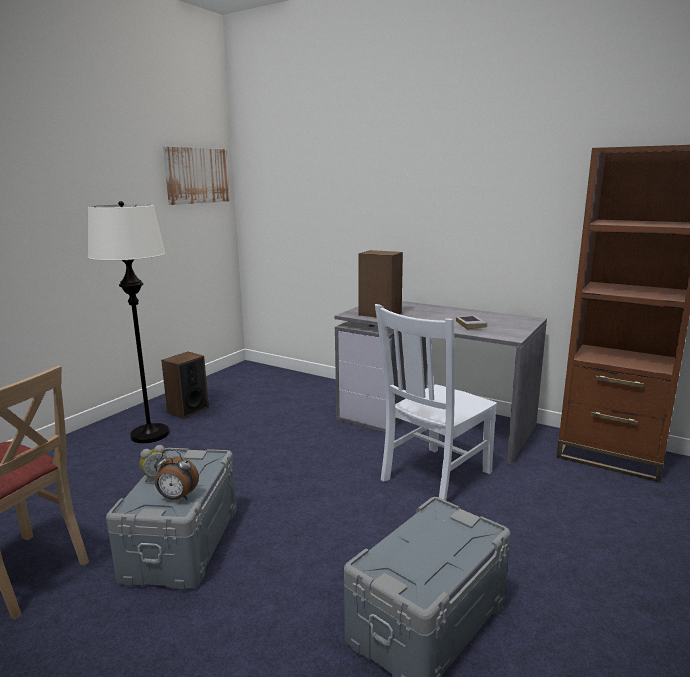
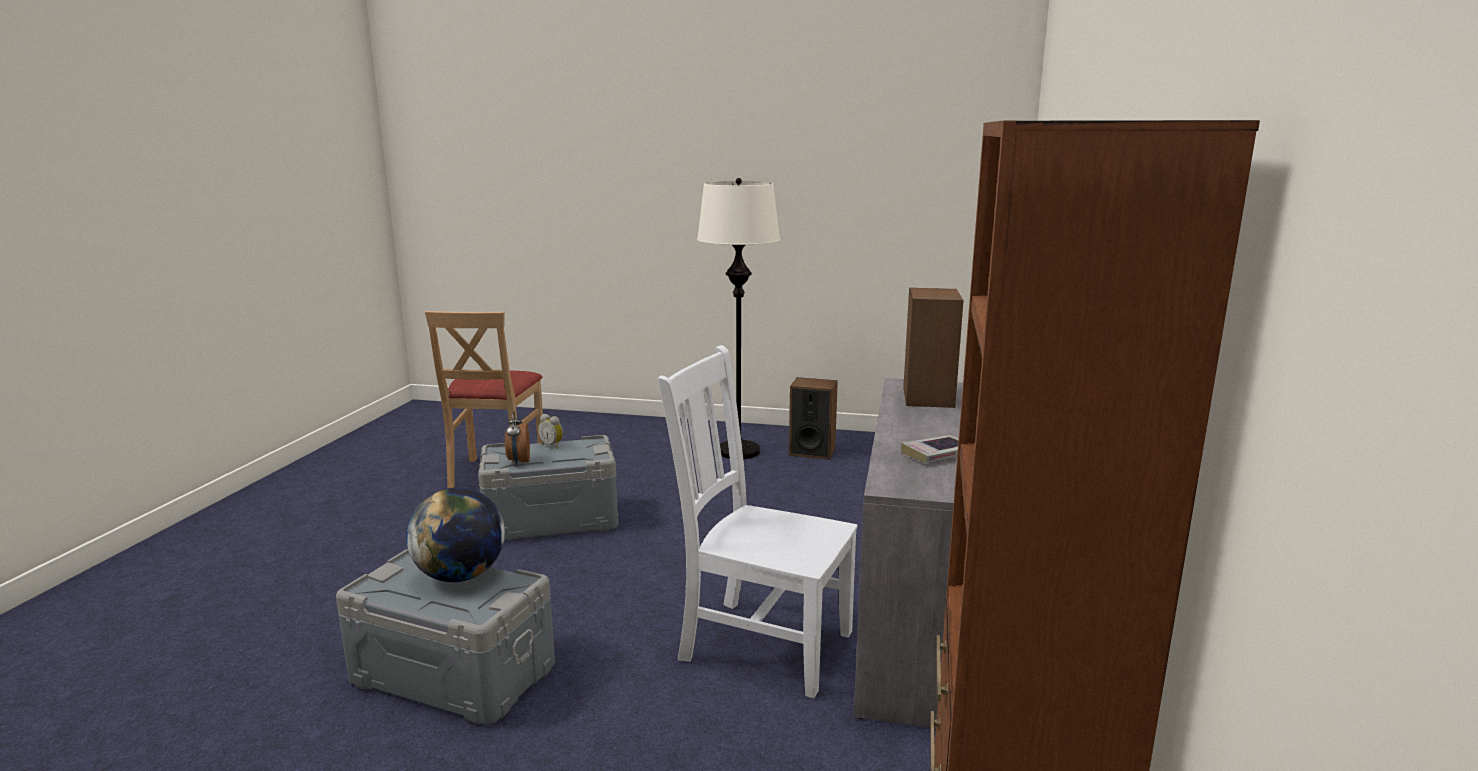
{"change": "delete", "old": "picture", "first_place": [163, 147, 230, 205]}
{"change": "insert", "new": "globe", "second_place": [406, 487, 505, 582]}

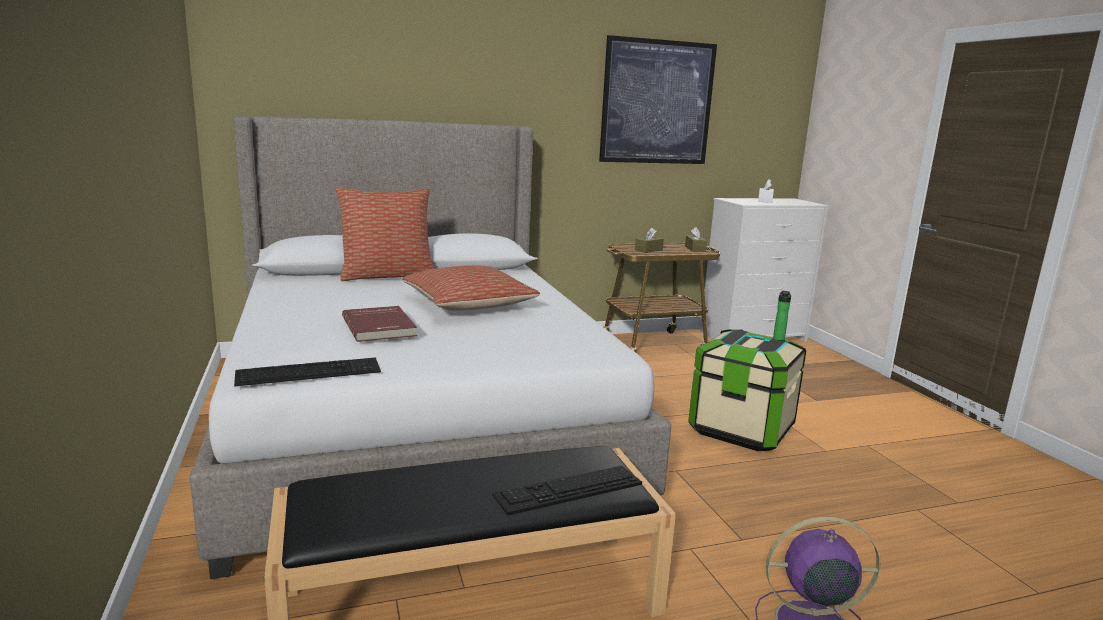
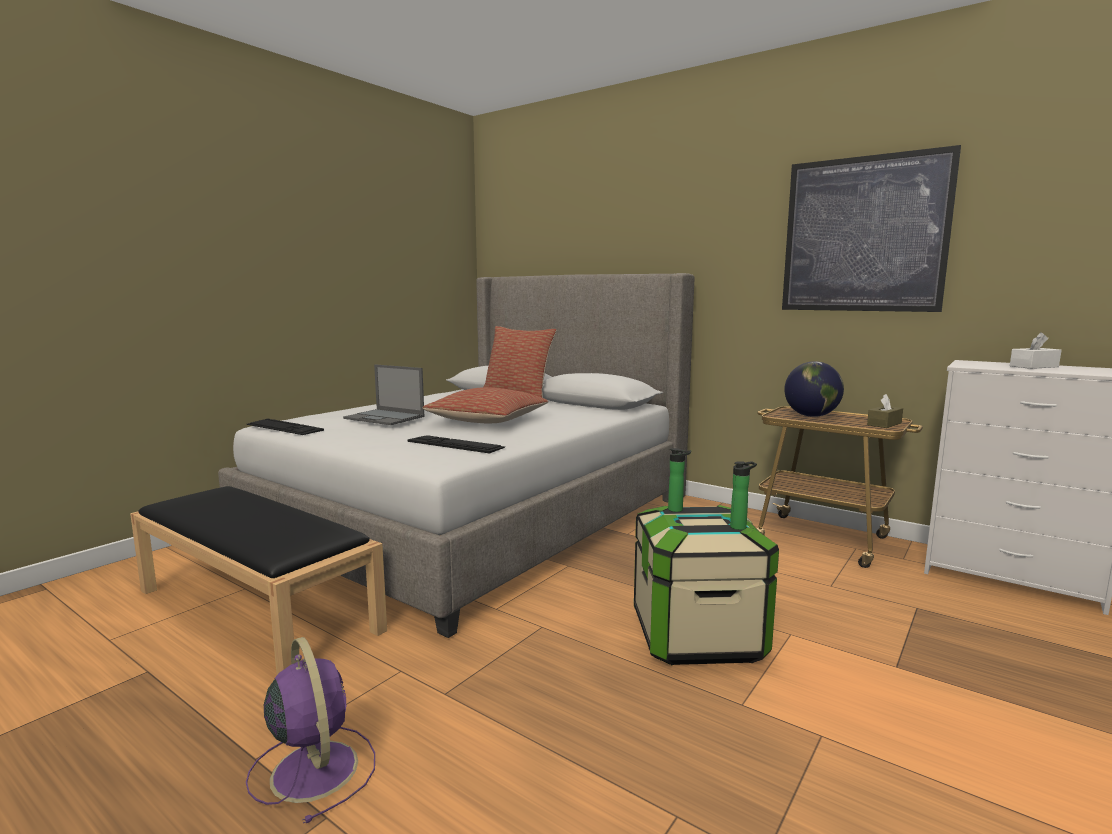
{"change": "replace", "old": "book (red)", "new": "laptop", "first_place": [342, 306, 417, 342], "second_place": [343, 364, 425, 425]}
{"change": "move", "old": "keyboard", "first_place": [492, 466, 642, 516], "second_place": [407, 435, 505, 453]}
{"change": "replace", "old": "tissue box (brown)", "new": "globe", "first_place": [635, 228, 664, 253], "second_place": [784, 361, 844, 417]}
{"change": "insert", "new": "bottle", "second_place": [668, 448, 691, 512]}

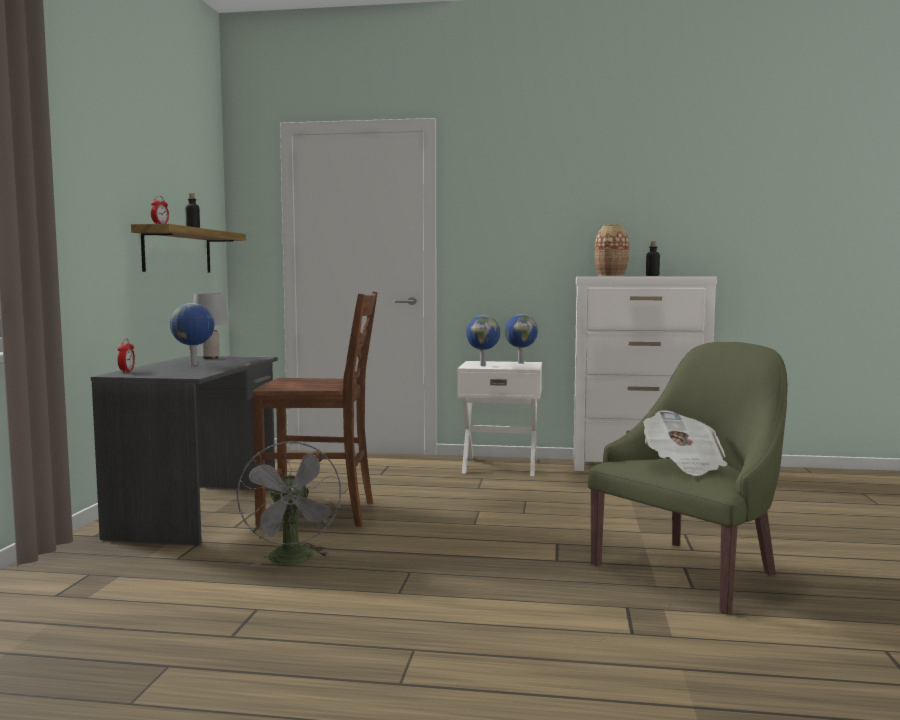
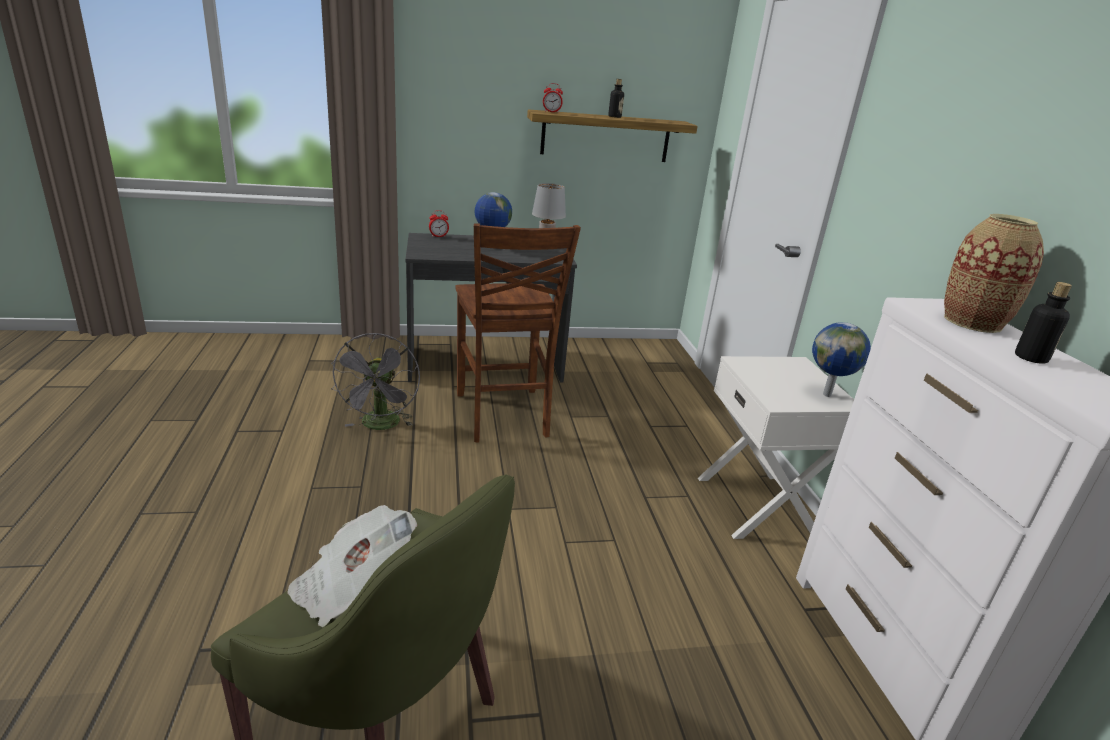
{"change": "rotate", "old": "fan (grey)", "first_place": [237, 441, 341, 566], "second_place": [331, 333, 420, 430], "degrees": -60}
{"change": "delete", "old": "globe", "first_place": [466, 315, 500, 366]}

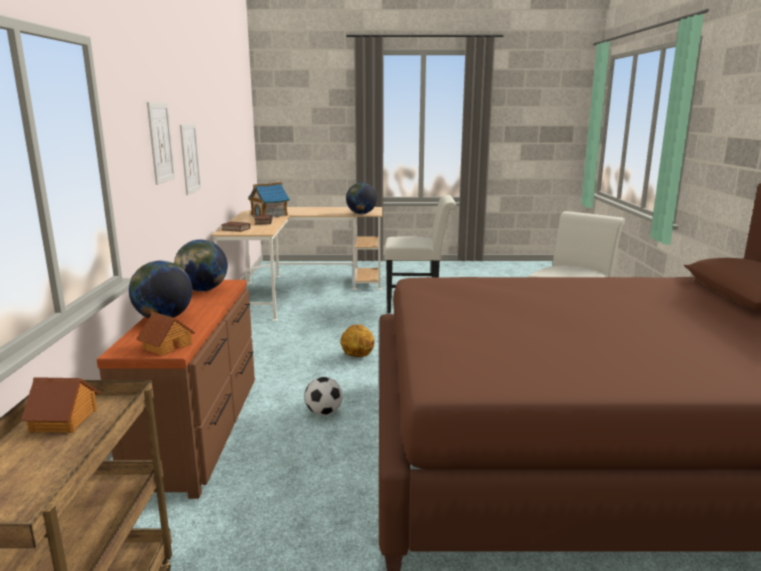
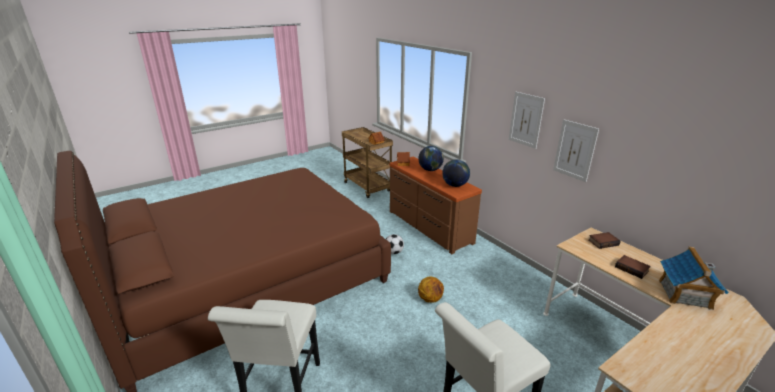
{"change": "delete", "old": "globe", "first_place": [346, 182, 377, 214]}

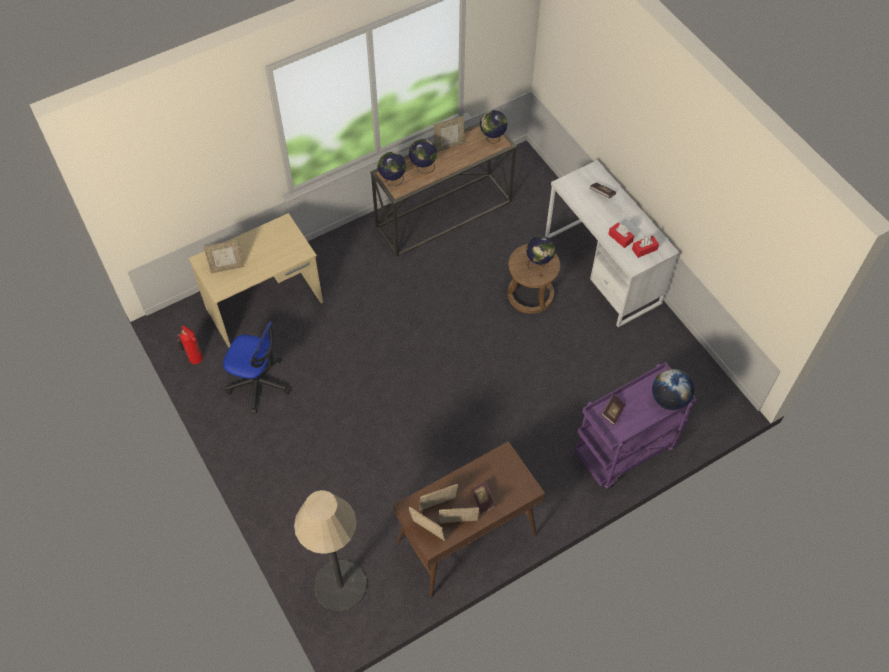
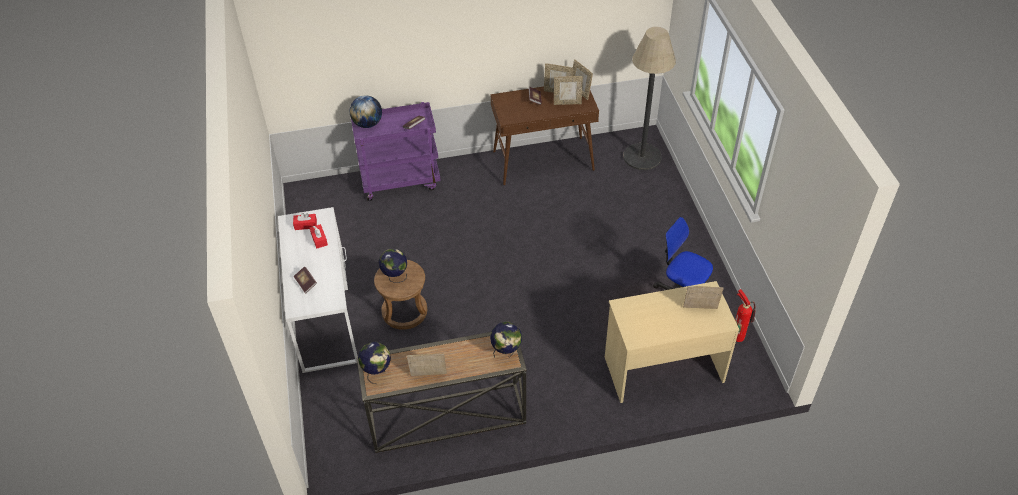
{"change": "delete", "old": "globe", "first_place": [409, 139, 437, 173]}

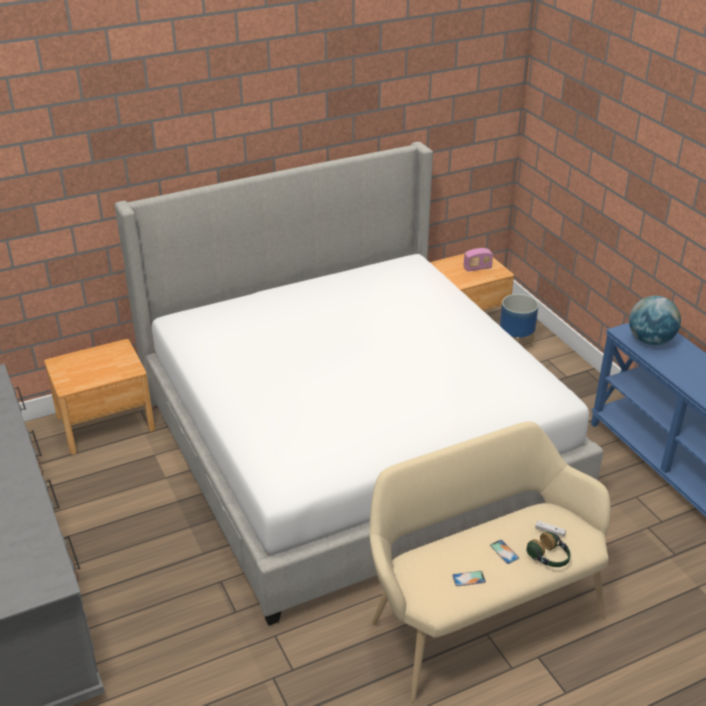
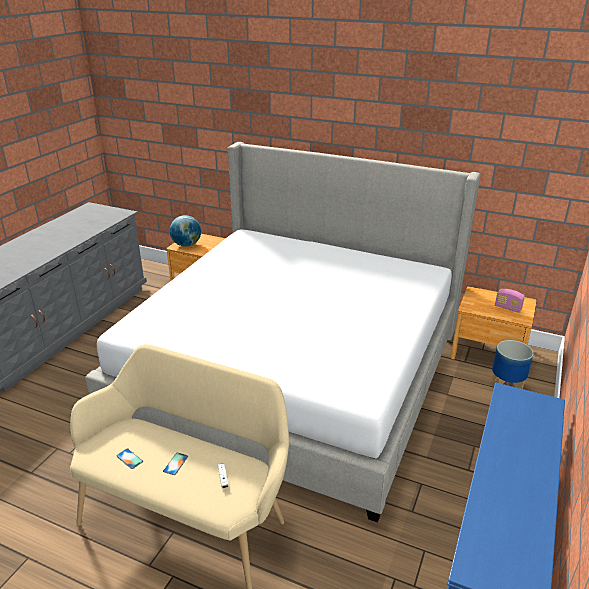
{"change": "delete", "old": "headphones", "first_place": [526, 531, 571, 567]}
{"change": "move", "old": "globe", "first_place": [629, 296, 681, 345], "second_place": [170, 215, 201, 247]}

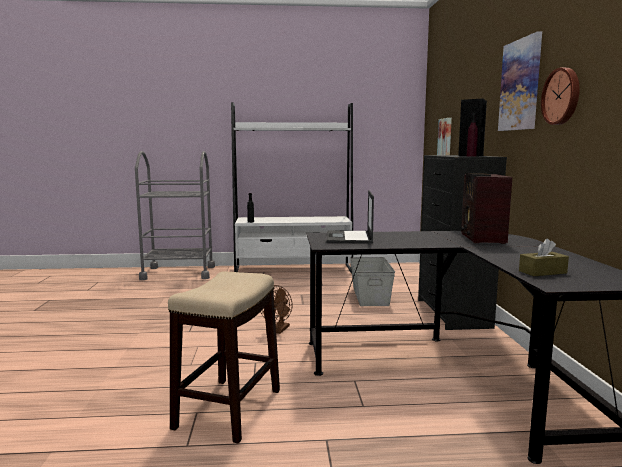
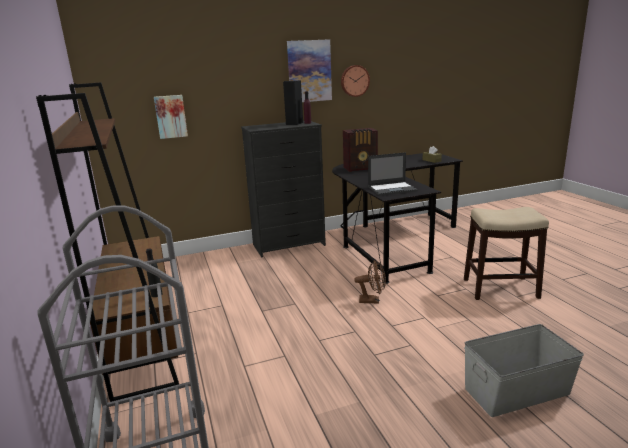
{"change": "recolor", "old": "bookcase (white)", "new": "bookcase (brown)", "first_place": [231, 102, 353, 274], "second_place": [36, 82, 179, 402]}
{"change": "move", "old": "storage box (grey)", "first_place": [350, 257, 395, 306], "second_place": [464, 324, 584, 417]}

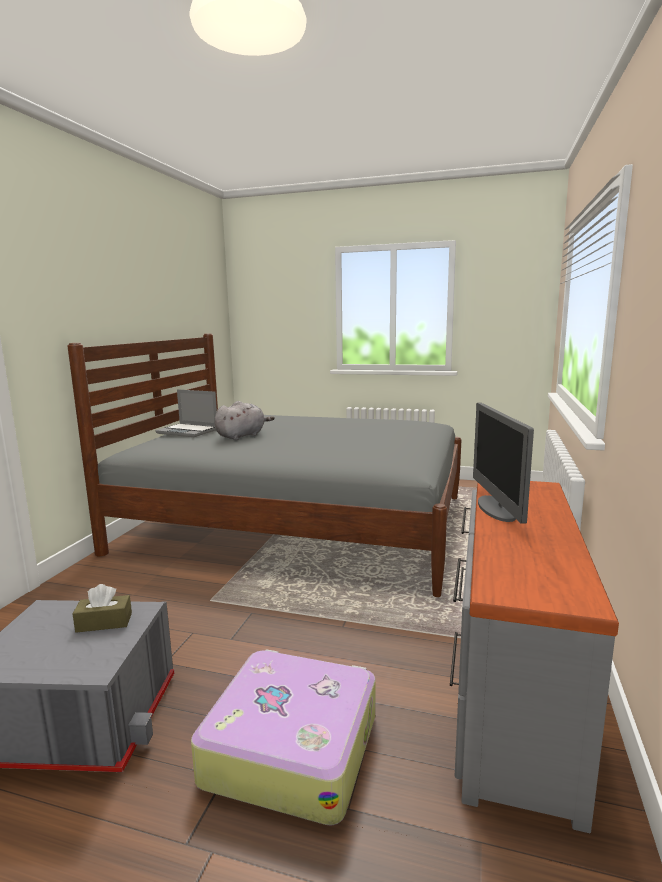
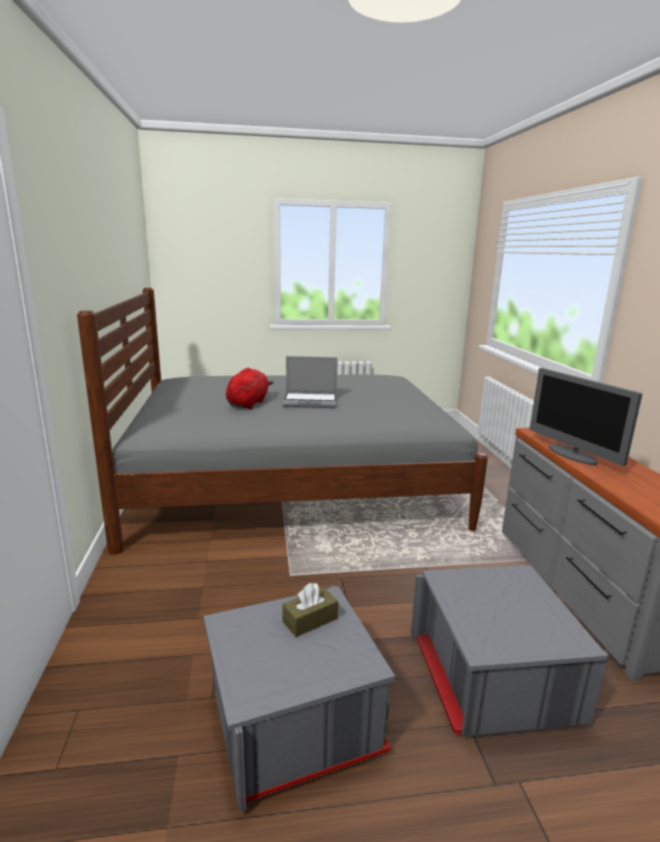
{"change": "move", "old": "laptop", "first_place": [155, 389, 217, 437], "second_place": [282, 356, 338, 408]}
{"change": "replace", "old": "suitcase", "new": "storage box (grey)", "first_place": [191, 649, 376, 826], "second_place": [411, 565, 609, 736]}
{"change": "recolor", "old": "plush toy (grey)", "new": "plush toy (red)", "first_place": [215, 401, 275, 440], "second_place": [226, 368, 273, 409]}

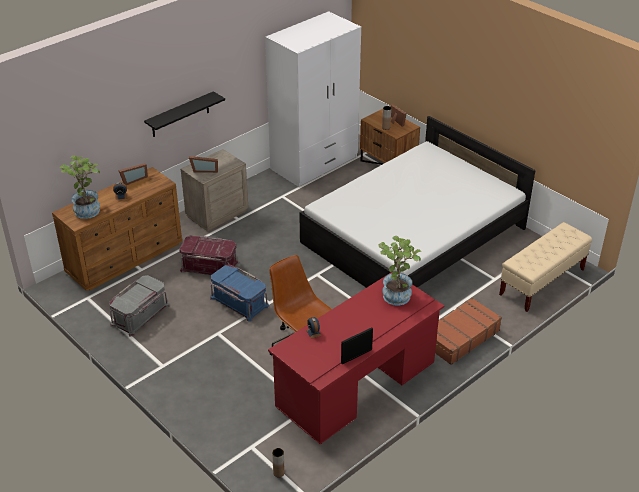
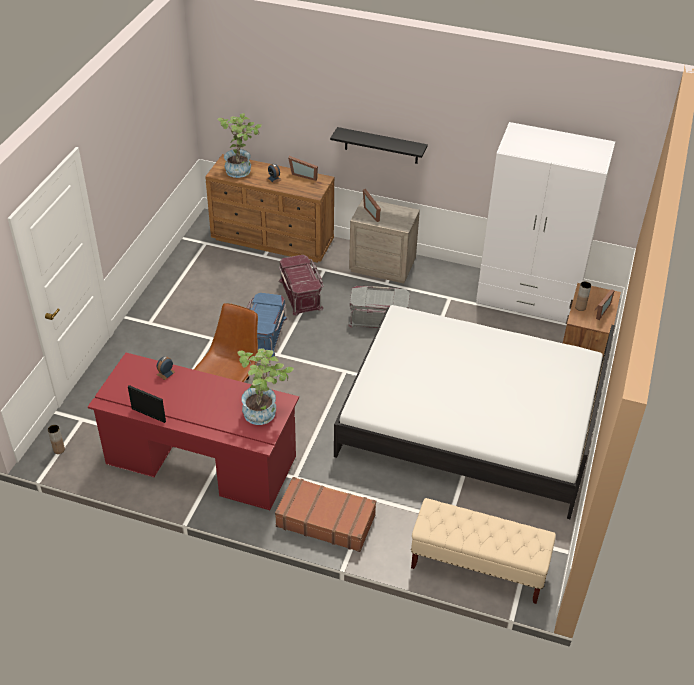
{"change": "move", "old": "storage box (grey)", "first_place": [109, 275, 170, 336], "second_place": [348, 286, 410, 328]}

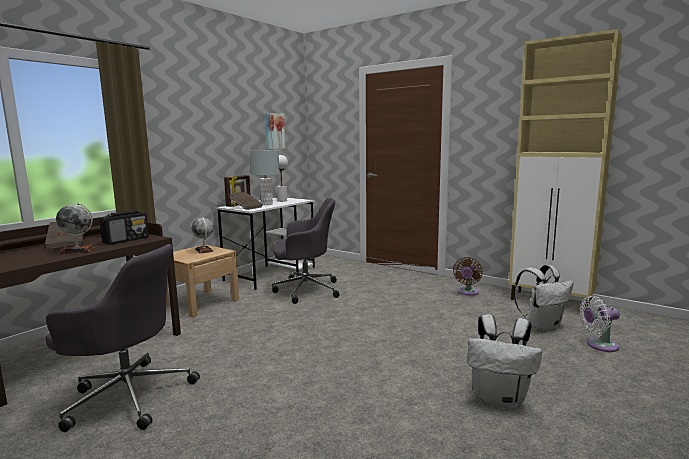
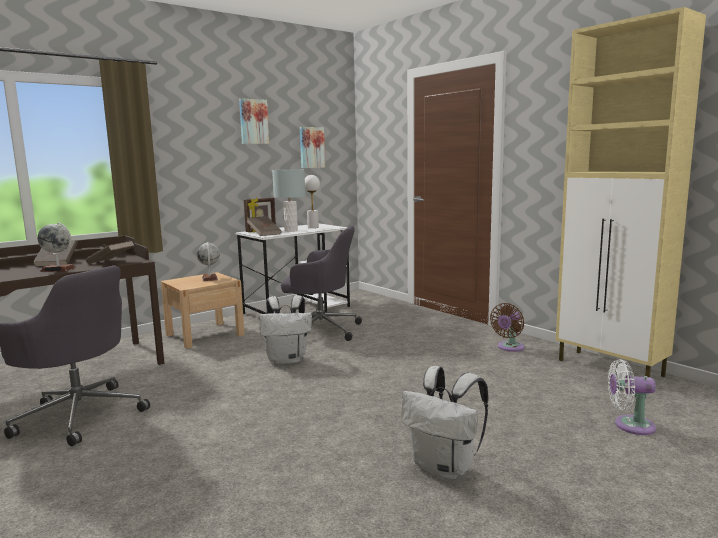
{"change": "replace", "old": "radio", "new": "book (brown)", "first_place": [99, 210, 149, 245], "second_place": [86, 240, 135, 264]}
{"change": "move", "old": "backpack (white)", "first_place": [514, 265, 574, 332], "second_place": [259, 295, 312, 364]}
{"change": "insert", "new": "picture", "second_place": [239, 98, 269, 144]}

